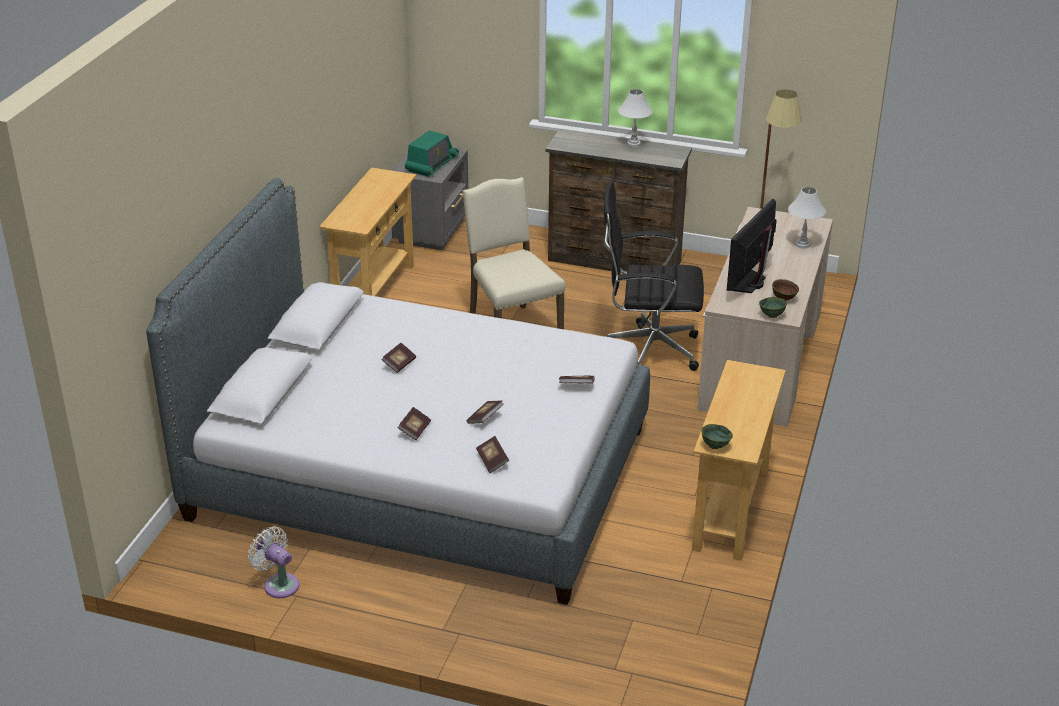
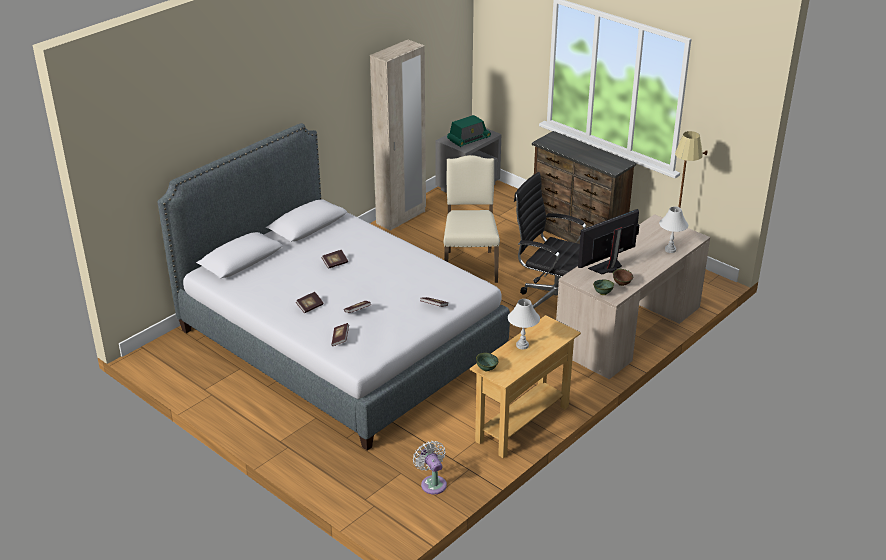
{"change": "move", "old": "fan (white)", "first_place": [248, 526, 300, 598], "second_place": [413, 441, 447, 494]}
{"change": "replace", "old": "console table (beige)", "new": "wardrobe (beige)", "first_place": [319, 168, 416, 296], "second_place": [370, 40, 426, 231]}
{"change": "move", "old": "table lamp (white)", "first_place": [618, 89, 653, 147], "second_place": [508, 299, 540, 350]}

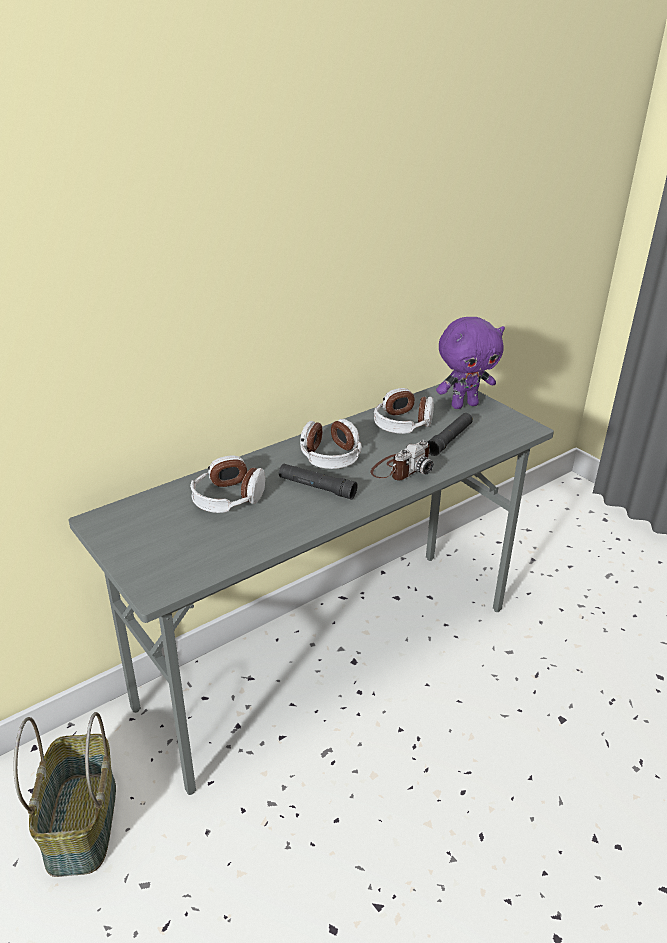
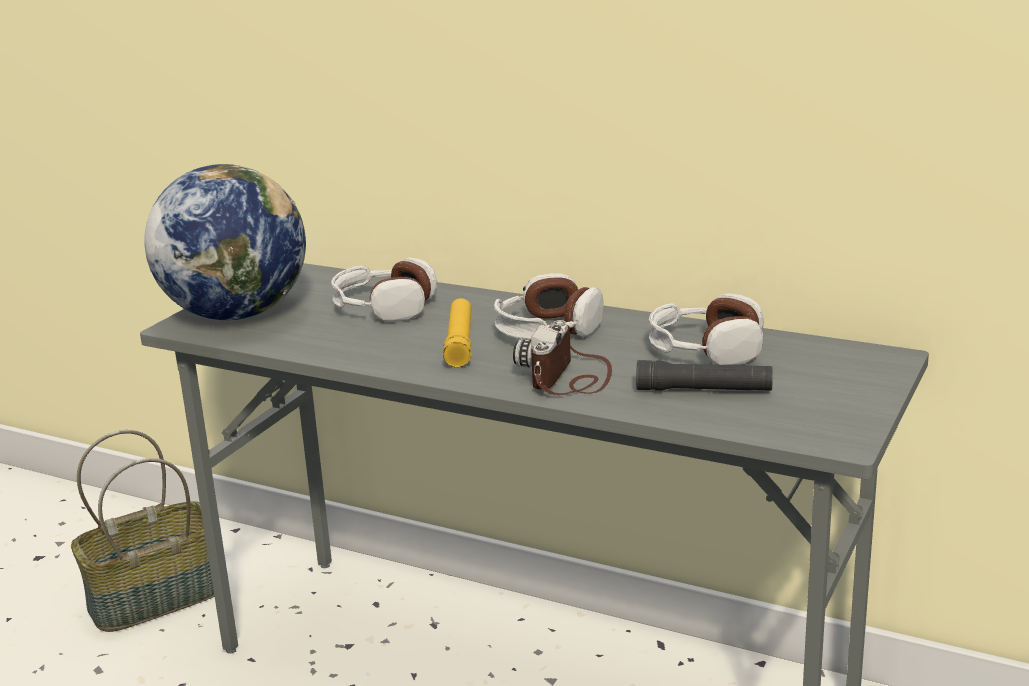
{"change": "recolor", "old": "flashlight (black)", "new": "flashlight (yellow)", "first_place": [279, 464, 357, 499], "second_place": [443, 298, 472, 368]}
{"change": "rotate", "old": "photo camera", "first_place": [371, 440, 433, 480], "second_place": [513, 320, 612, 395], "degrees": 90}
{"change": "delete", "old": "plush toy (purple)", "first_place": [436, 317, 505, 409]}
{"change": "insert", "new": "globe", "second_place": [145, 164, 306, 320]}

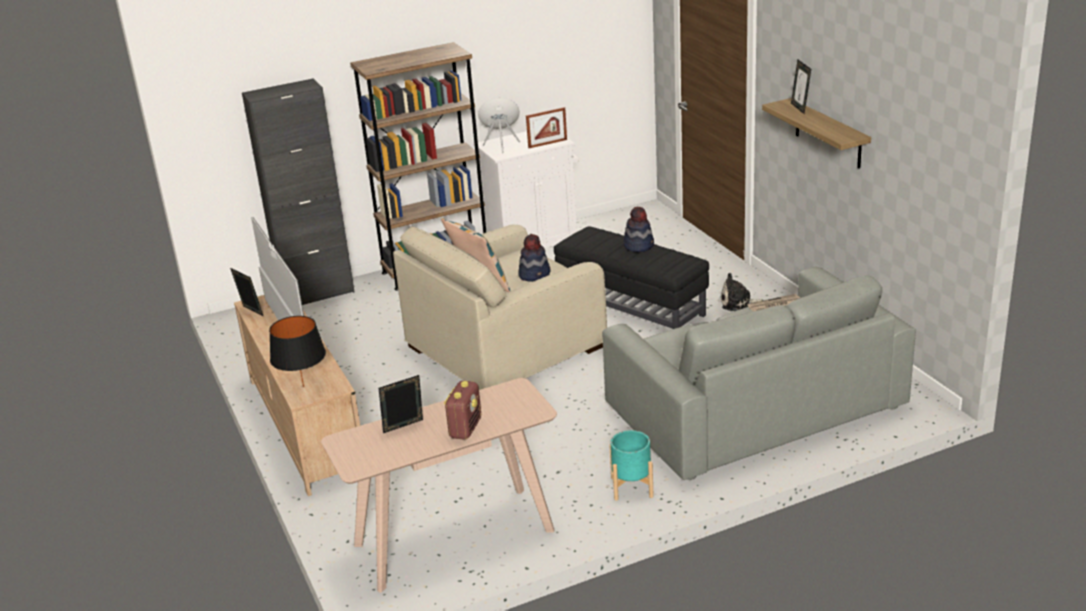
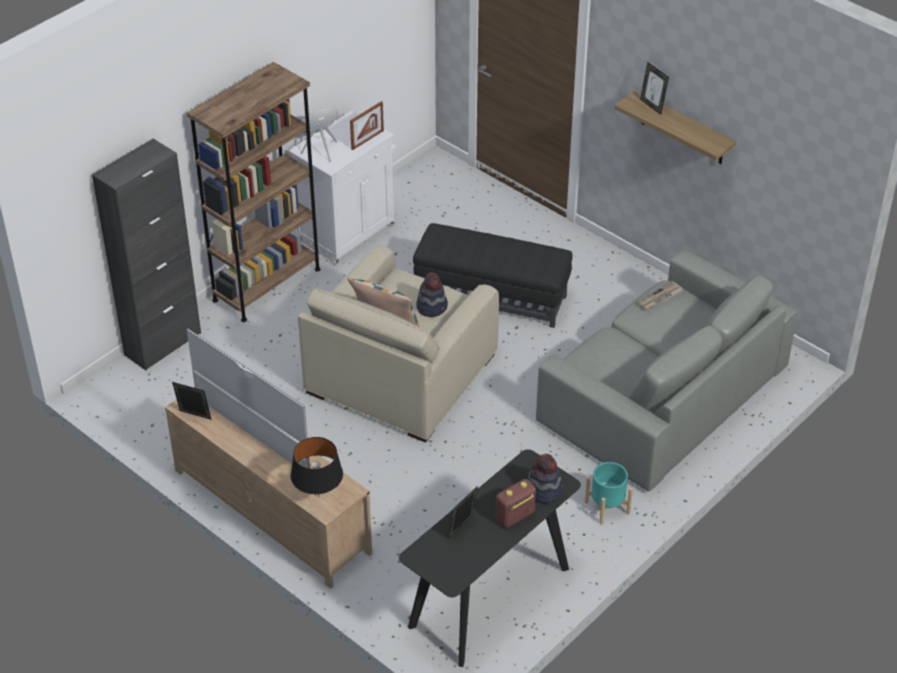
{"change": "recolor", "old": "console table (beige)", "new": "console table (black)", "first_place": [321, 378, 557, 592], "second_place": [399, 449, 581, 667]}
{"change": "rotate", "old": "radio", "first_place": [444, 381, 481, 440], "second_place": [496, 479, 536, 528], "degrees": -120}
{"change": "move", "old": "hat", "first_place": [624, 206, 654, 252], "second_place": [527, 454, 563, 504]}
{"change": "delete", "old": "plush toy", "first_place": [720, 273, 763, 311]}

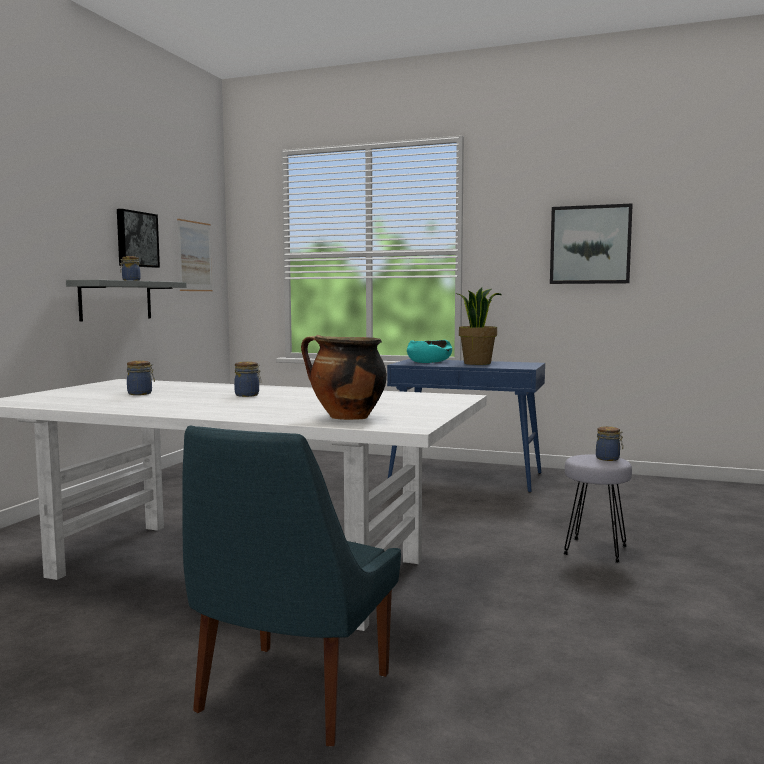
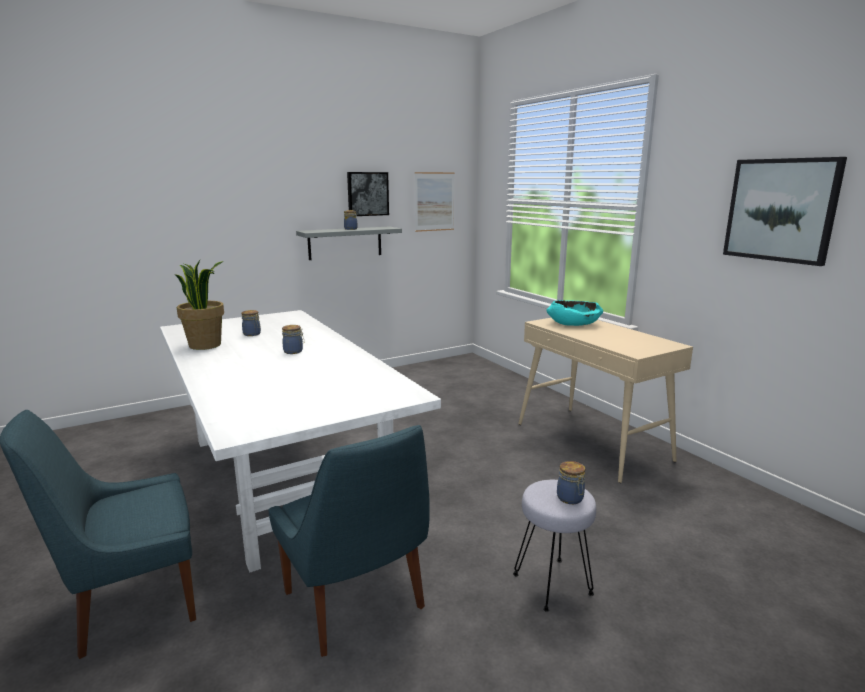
{"change": "delete", "old": "cooking pot", "first_place": [301, 335, 387, 420]}
{"change": "recolor", "old": "console table (blue)", "new": "console table (beige)", "first_place": [387, 359, 545, 493], "second_place": [518, 318, 693, 483]}
{"change": "move", "old": "potted plant", "first_place": [456, 287, 502, 365], "second_place": [175, 260, 224, 350]}
{"change": "insert", "new": "chair (blue)", "second_place": [268, 425, 430, 657]}

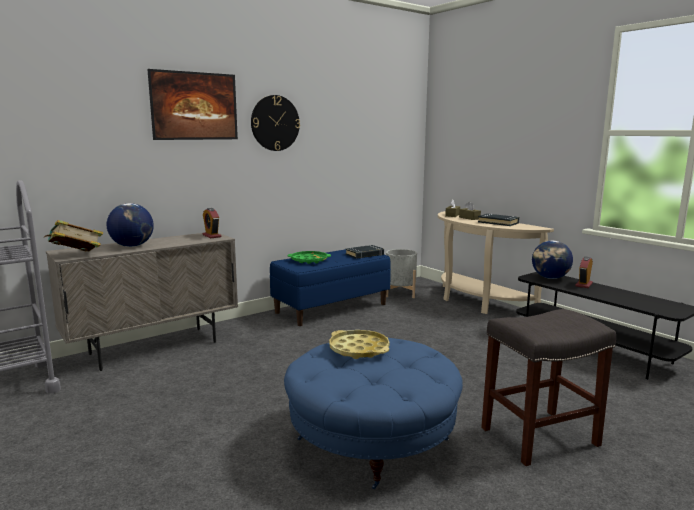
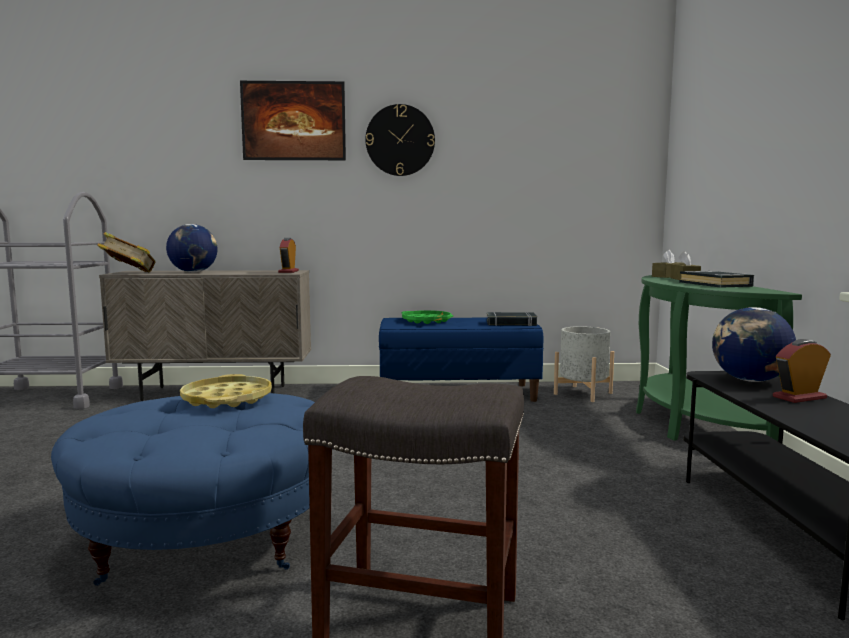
{"change": "recolor", "old": "console table (beige)", "new": "console table (green)", "first_place": [438, 211, 554, 314], "second_place": [636, 275, 802, 441]}

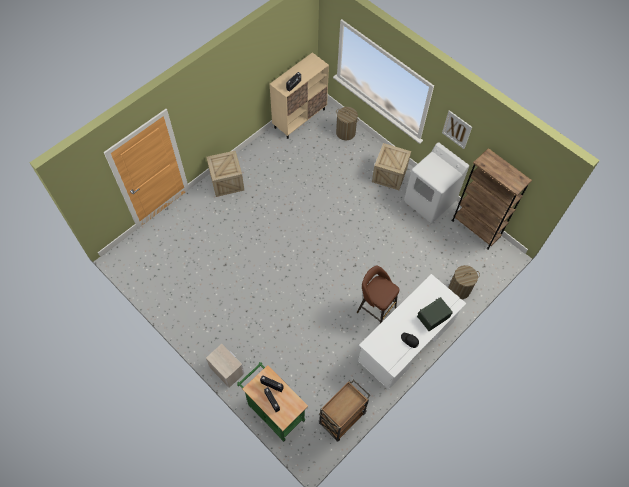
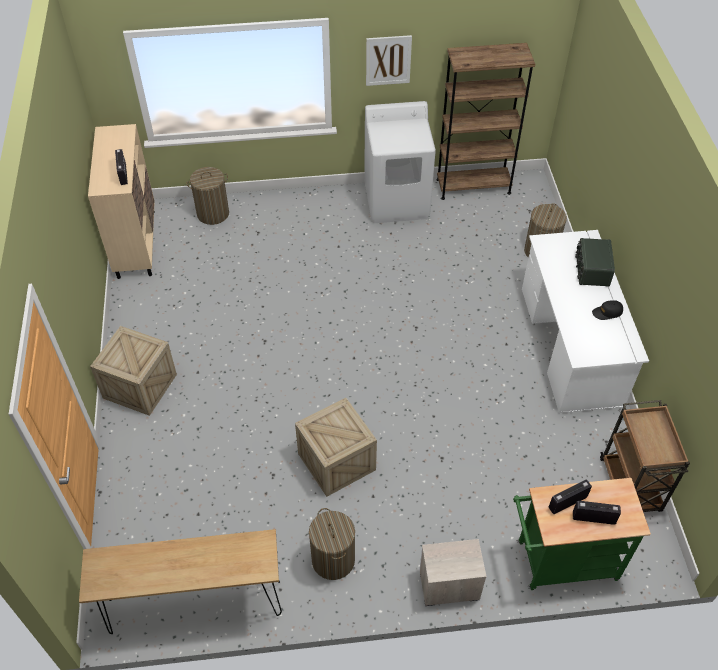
{"change": "delete", "old": "stool (brown)", "first_place": [357, 265, 400, 324]}
{"change": "move", "old": "crate", "first_place": [372, 143, 411, 190], "second_place": [295, 398, 377, 497]}
{"change": "insert", "new": "console table (brown)", "second_place": [79, 529, 282, 634]}
{"change": "insert", "new": "laundry basket", "second_place": [309, 508, 355, 580]}

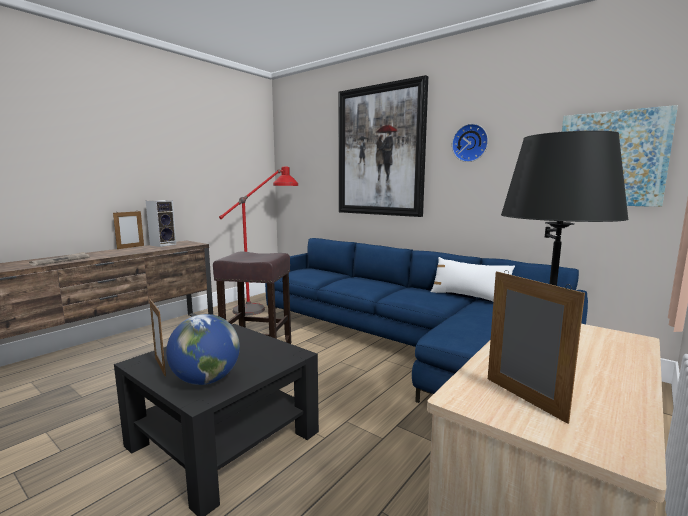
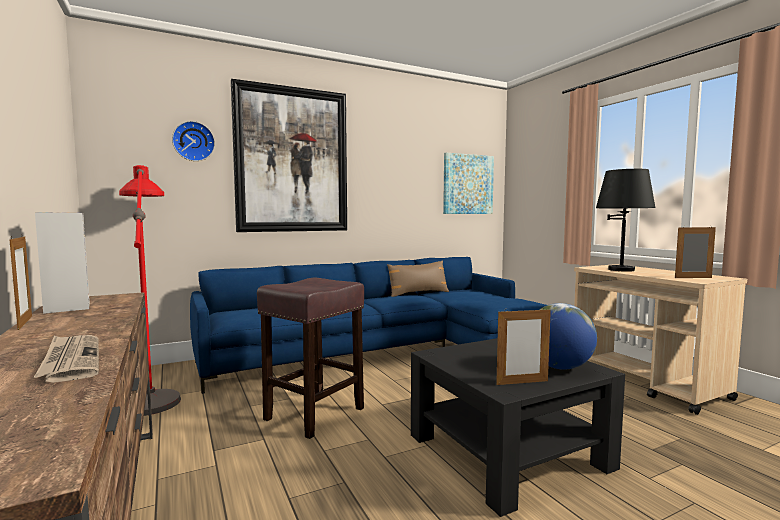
{"change": "recolor", "old": "pillow (white)", "new": "pillow (brown)", "first_place": [431, 257, 515, 301], "second_place": [387, 260, 449, 297]}
{"change": "move", "old": "wall clock", "first_place": [452, 124, 488, 162], "second_place": [172, 121, 215, 161]}

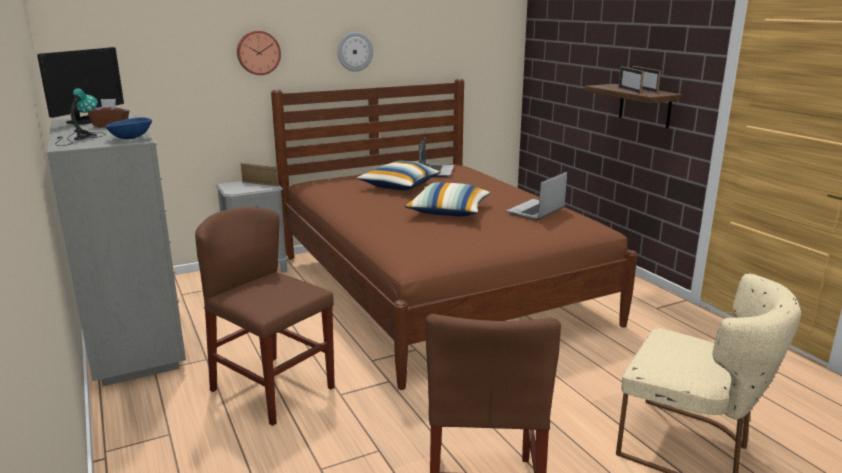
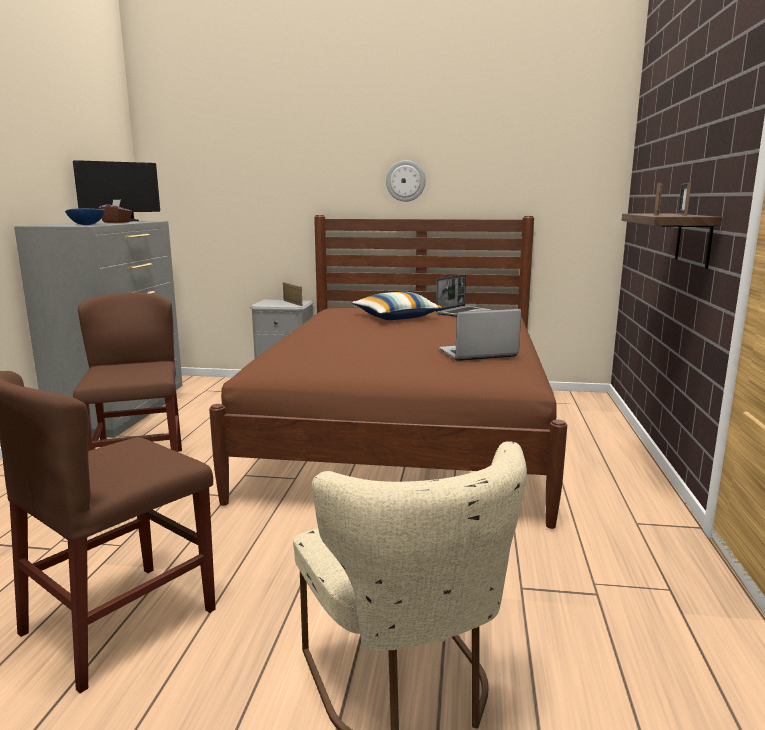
{"change": "delete", "old": "table lamp", "first_place": [55, 88, 106, 146]}
{"change": "delete", "old": "wall clock", "first_place": [237, 31, 281, 75]}
{"change": "delete", "old": "pillow", "first_place": [404, 182, 490, 217]}

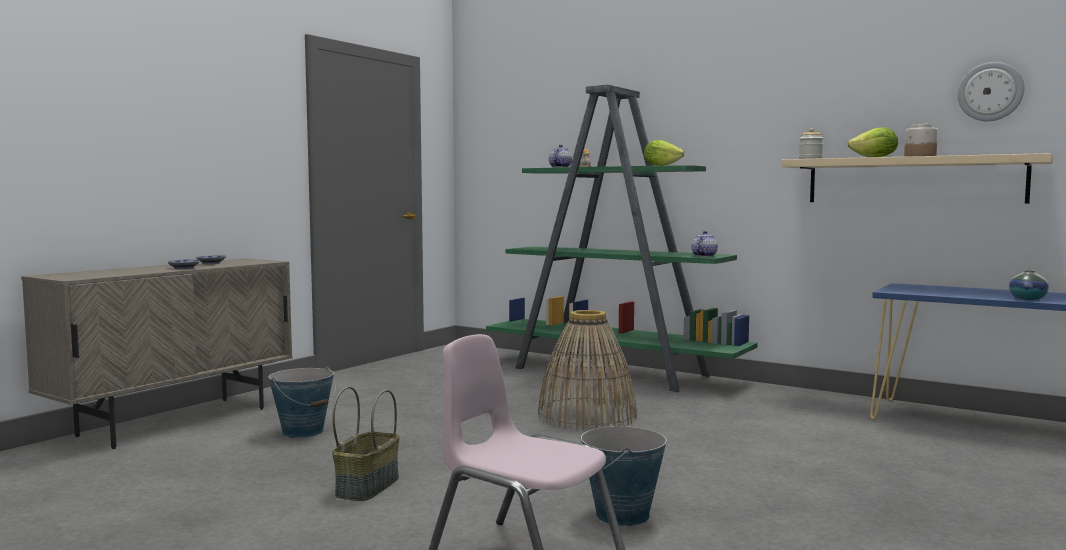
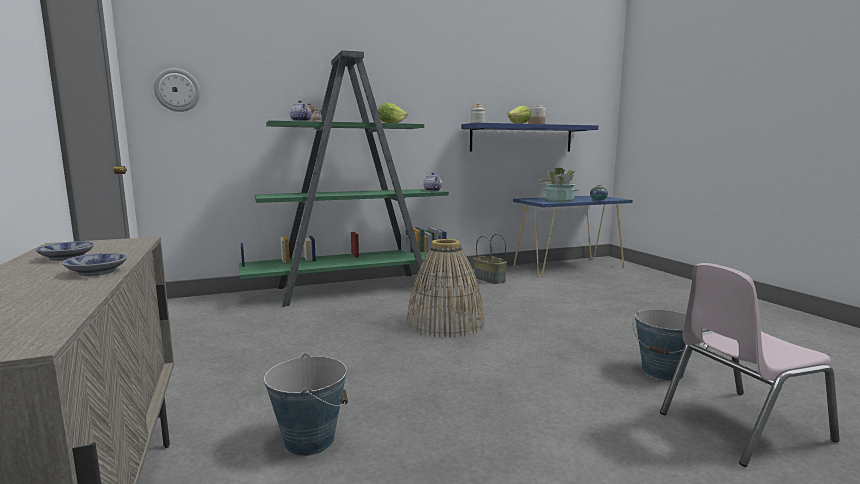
{"change": "move", "old": "basket", "first_place": [332, 386, 400, 501], "second_place": [473, 234, 507, 284]}
{"change": "recolor", "old": "shelf (beige)", "new": "shelf (blue)", "first_place": [781, 153, 1053, 204], "second_place": [461, 123, 598, 152]}
{"change": "move", "old": "wall clock", "first_place": [958, 62, 1024, 121], "second_place": [154, 68, 200, 112]}
{"change": "insert", "new": "potted plant", "second_place": [539, 168, 579, 202]}

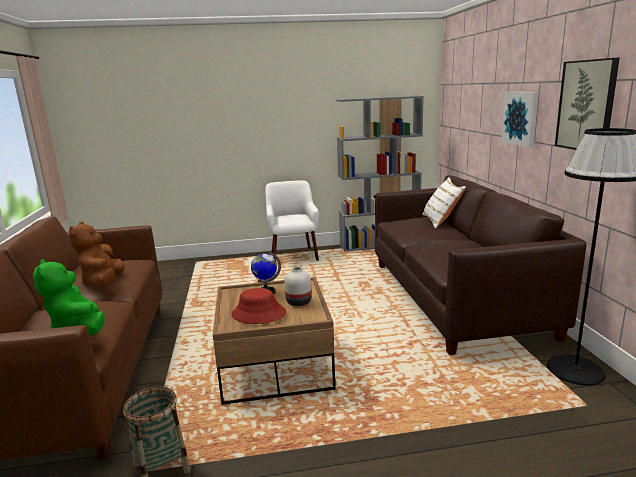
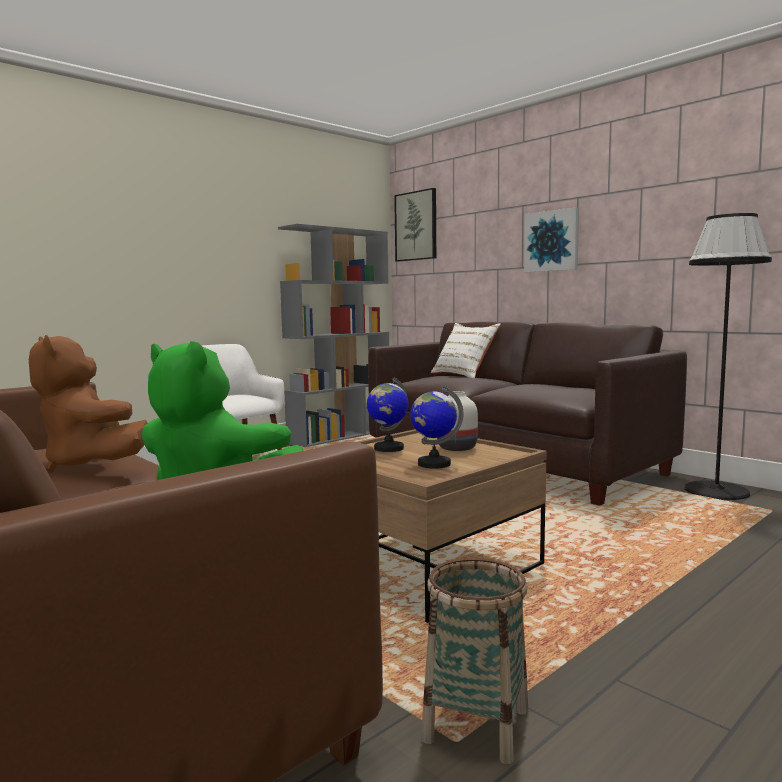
{"change": "replace", "old": "hat (red)", "new": "globe", "first_place": [231, 288, 286, 324], "second_place": [410, 385, 463, 469]}
{"change": "move", "old": "picture", "first_place": [555, 57, 620, 150], "second_place": [394, 188, 436, 262]}

